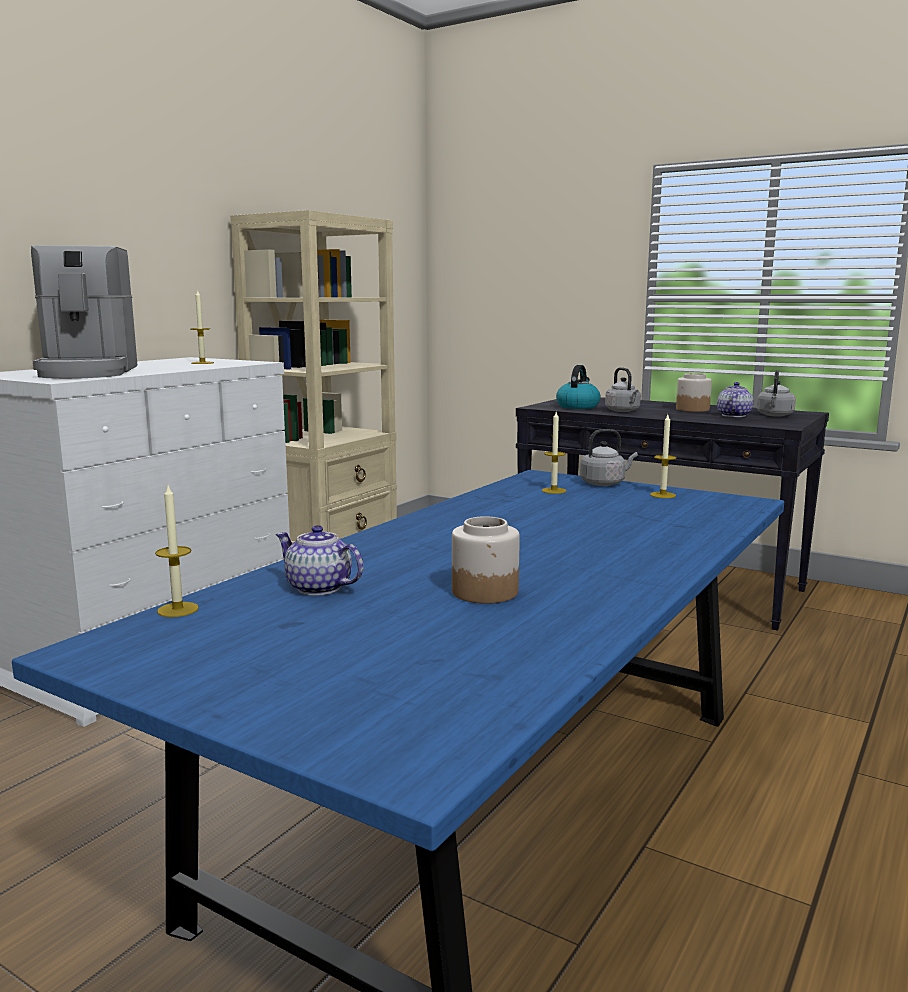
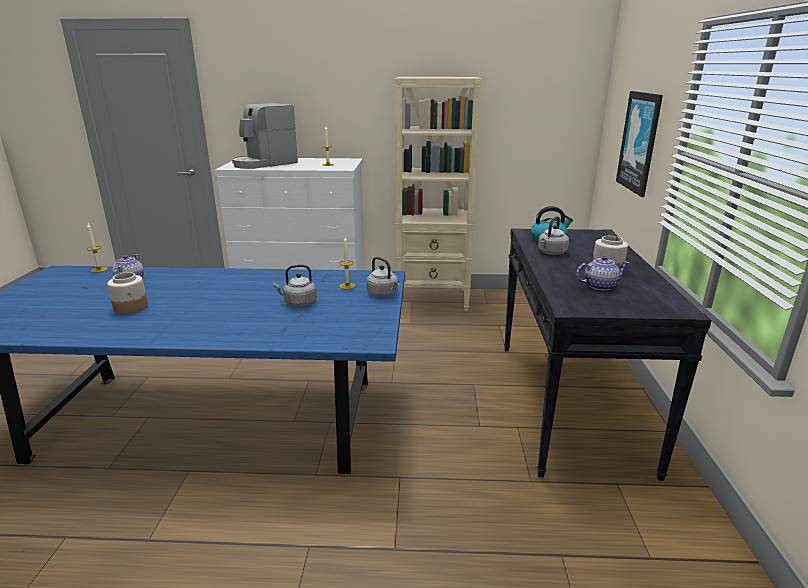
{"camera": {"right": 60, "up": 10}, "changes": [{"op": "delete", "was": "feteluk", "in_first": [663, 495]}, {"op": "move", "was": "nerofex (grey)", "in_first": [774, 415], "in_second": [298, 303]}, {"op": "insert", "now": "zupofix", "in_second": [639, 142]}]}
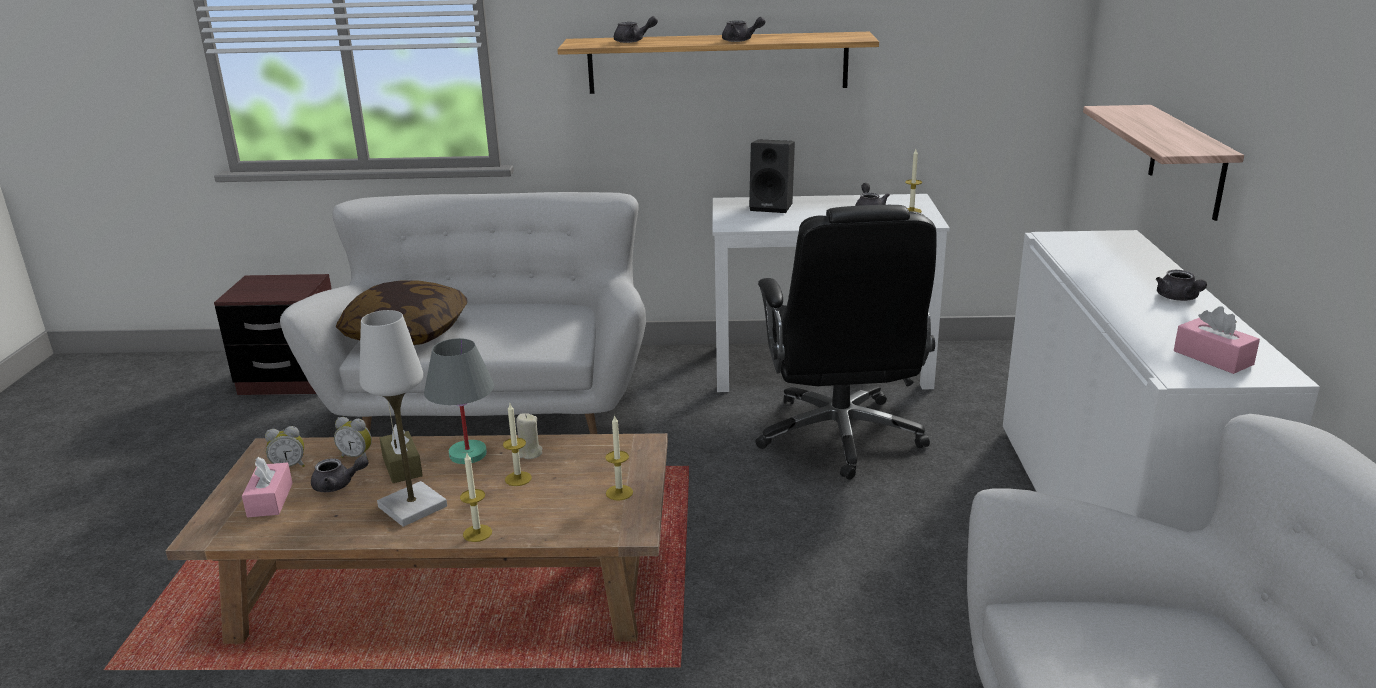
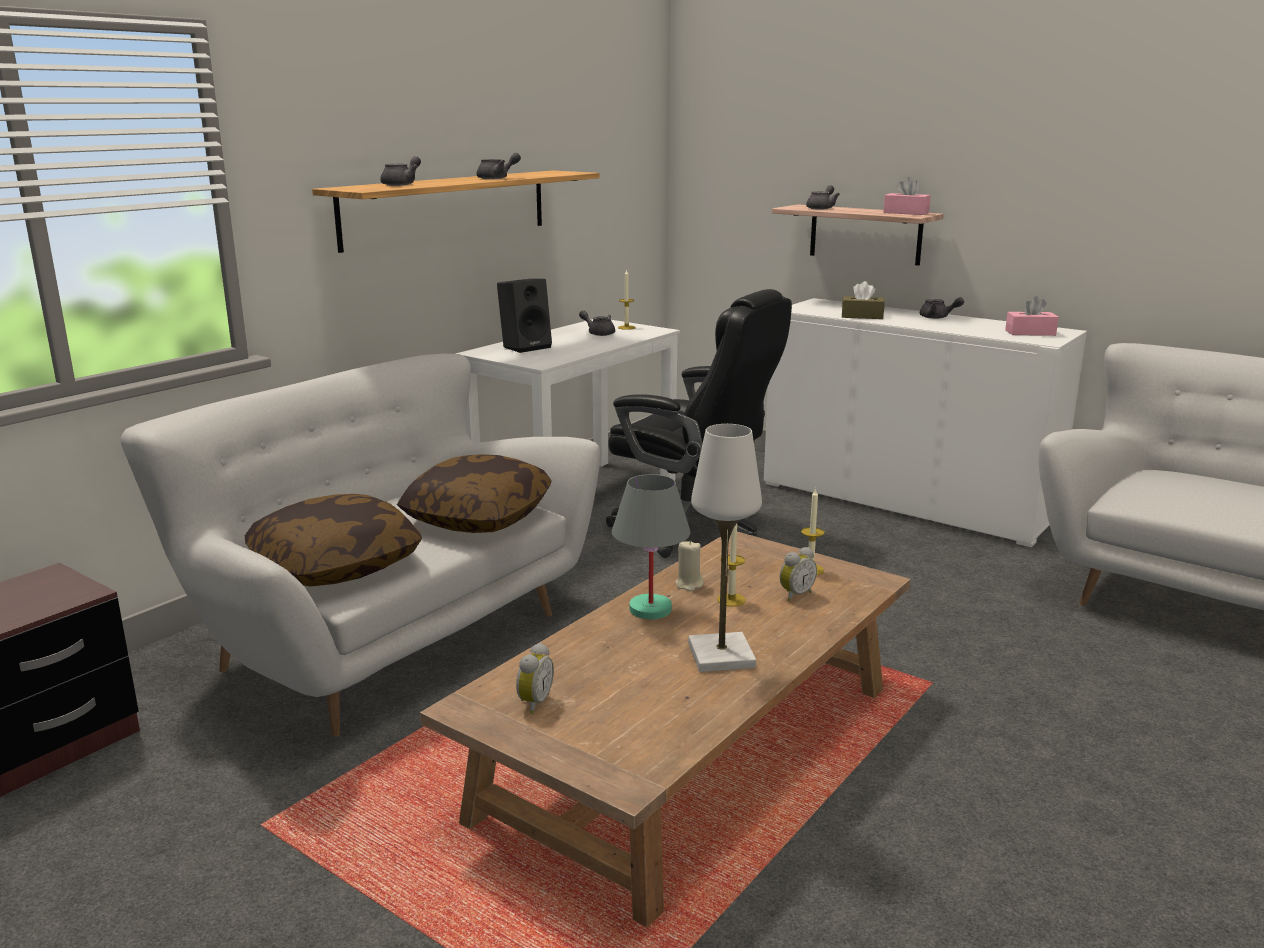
{"camera": {"right": -55, "up": -5}, "changes": [{"op": "move", "was": "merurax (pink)", "in_first": [270, 500], "in_second": [906, 213]}, {"op": "move", "was": "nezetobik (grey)", "in_first": [338, 485], "in_second": [822, 208]}, {"op": "move", "was": "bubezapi", "in_first": [357, 456], "in_second": [795, 594]}, {"op": "move", "was": "merurax (brown)", "in_first": [402, 467], "in_second": [862, 316]}, {"op": "delete", "was": "feteluk", "in_first": [477, 533]}, {"op": "insert", "now": "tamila", "in_second": [478, 517]}]}
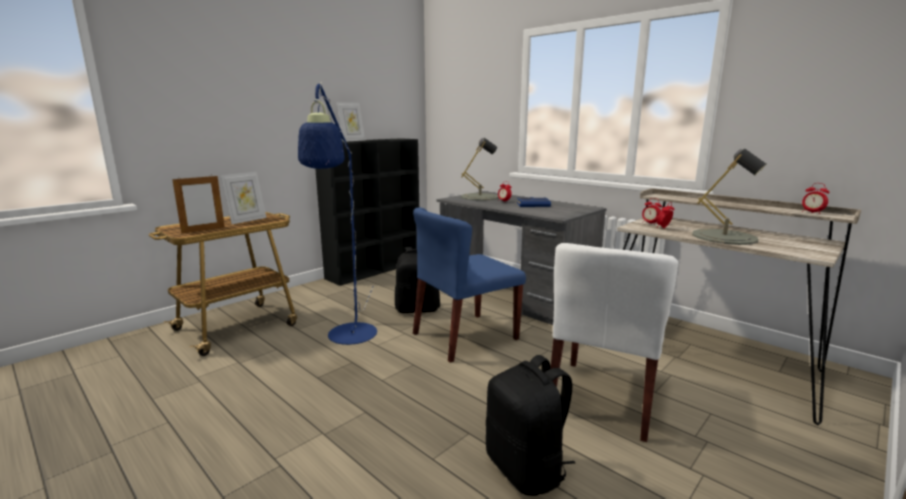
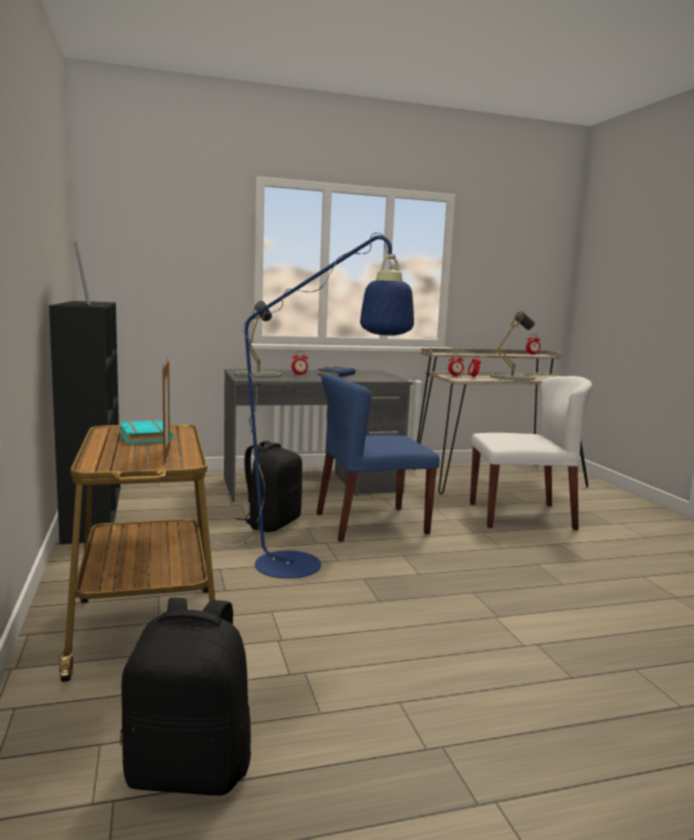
{"camera": {"right": -60, "up": -5}, "changes": [{"op": "replace", "was": "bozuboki", "now": "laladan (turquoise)", "in_first": [247, 220], "in_second": [143, 437]}, {"op": "rotate", "was": "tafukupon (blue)", "in_first": [464, 336], "in_second": [370, 523], "clockwise": 75}, {"op": "move", "was": "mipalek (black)", "in_first": [526, 469], "in_second": [190, 770]}, {"op": "rotate", "was": "tafukupon (white)", "in_first": [603, 398], "in_second": [522, 516], "clockwise": -60}]}
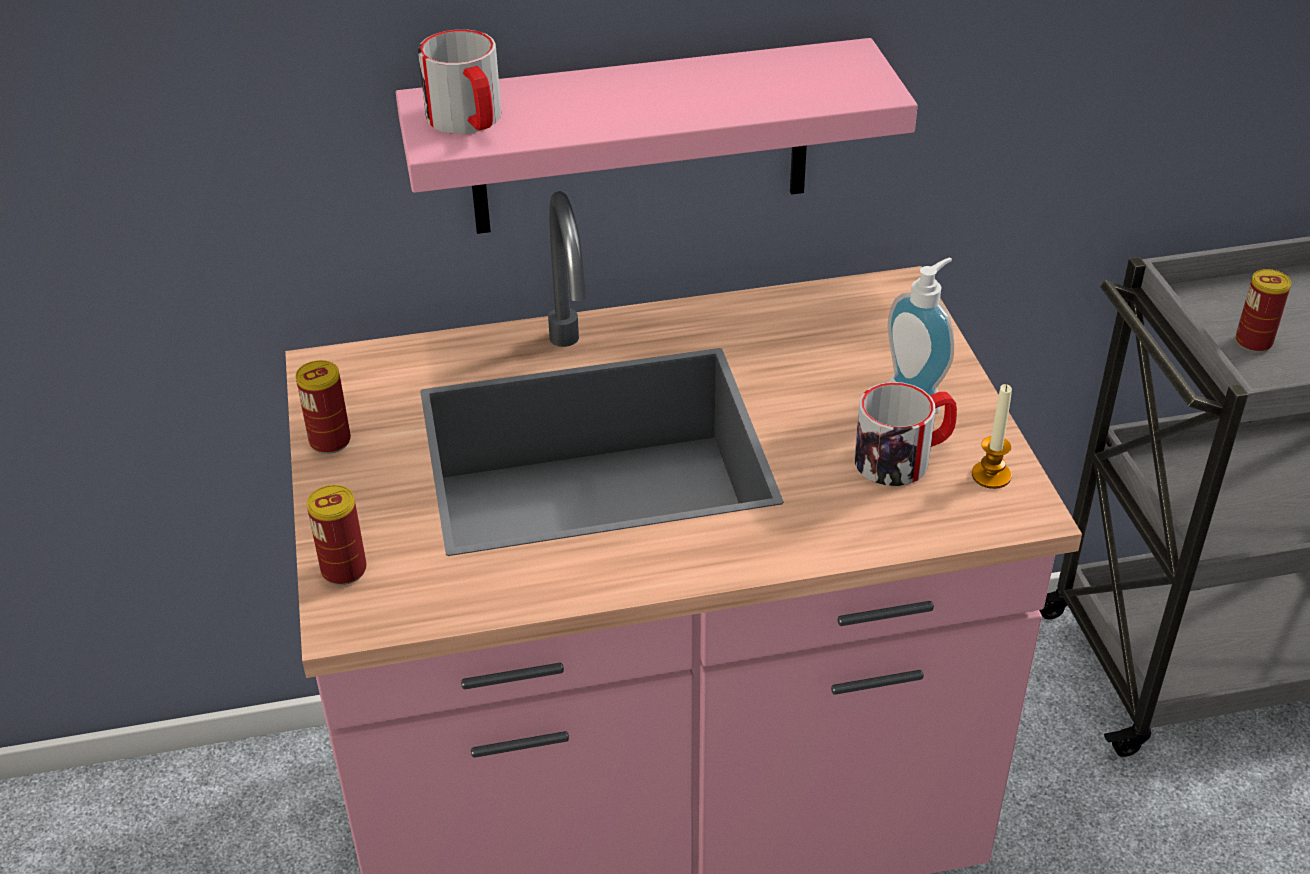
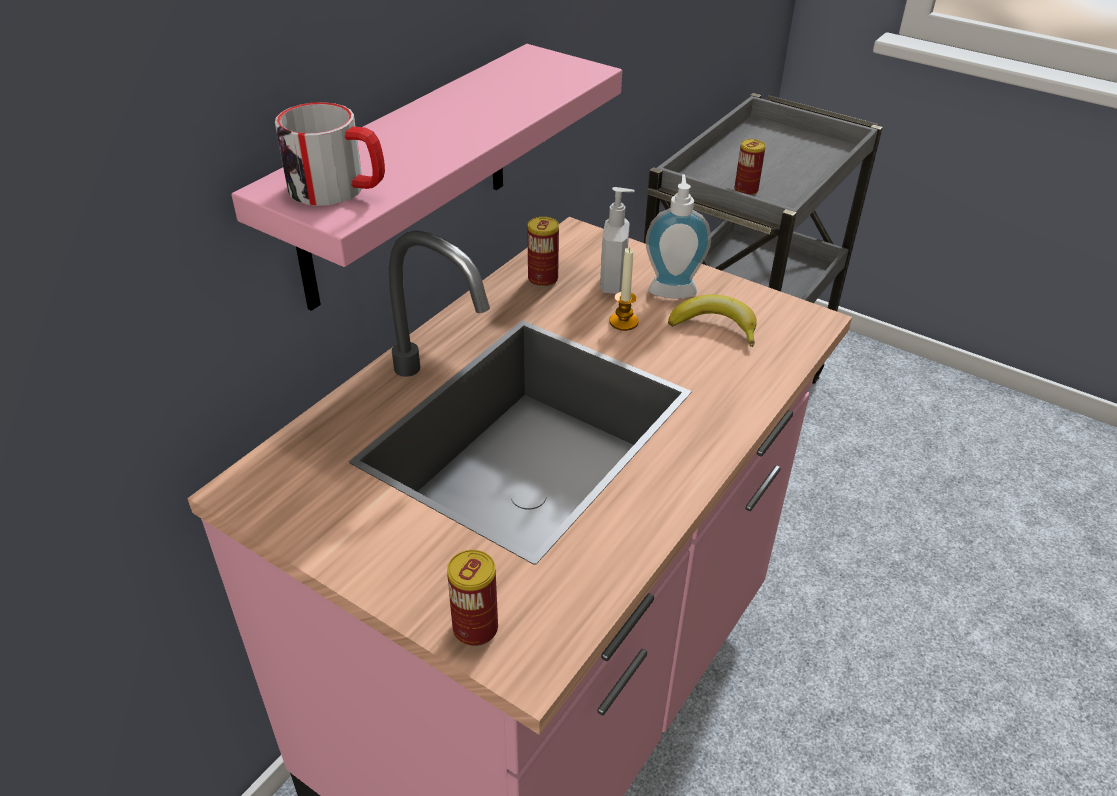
{"camera": {"right": -45, "up": 0}, "changes": [{"op": "move", "was": "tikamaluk", "in_first": [330, 441], "in_second": [543, 279]}, {"op": "replace", "was": "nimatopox", "now": "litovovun", "in_first": [904, 457], "in_second": [715, 326]}, {"op": "move", "was": "feteluk", "in_first": [991, 475], "in_second": [623, 322]}, {"op": "insert", "now": "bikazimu", "in_second": [614, 284]}]}
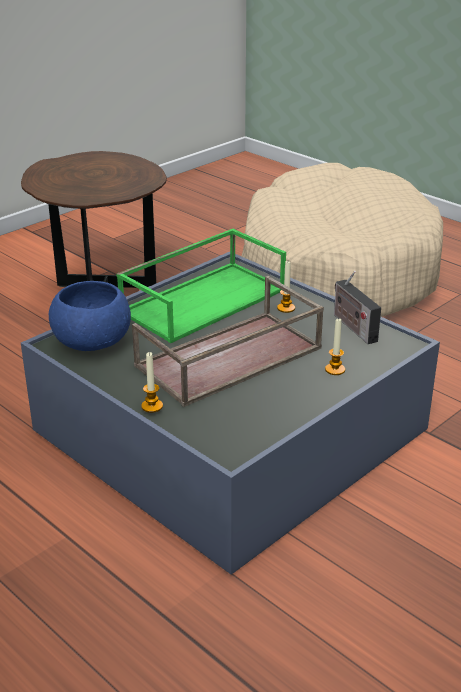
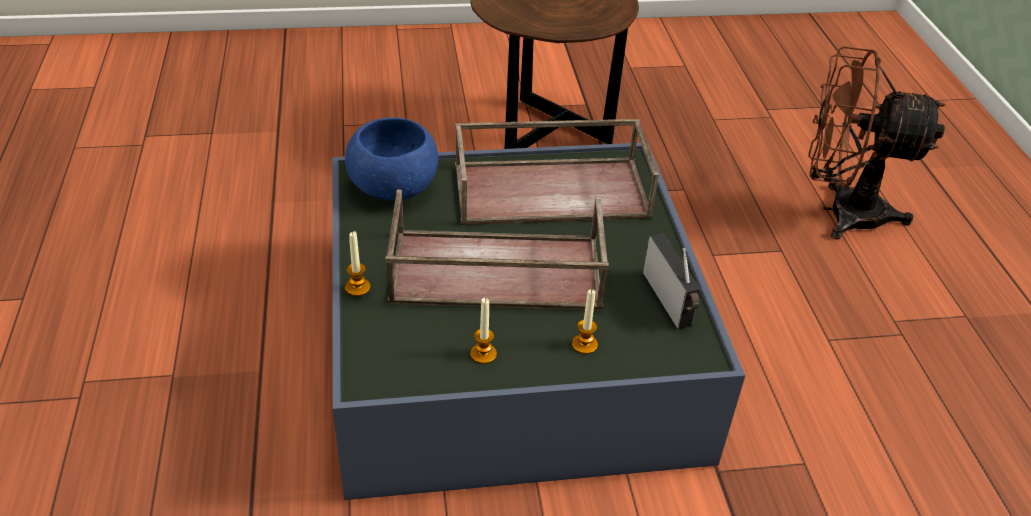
{"camera": {"right": 35, "up": 10}, "changes": [{"op": "recolor", "was": "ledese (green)", "now": "ledese (brown)", "in_first": [204, 300], "in_second": [552, 190]}, {"op": "replace", "was": "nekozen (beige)", "now": "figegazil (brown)", "in_first": [338, 269], "in_second": [840, 212]}, {"op": "move", "was": "feteluk", "in_first": [286, 308], "in_second": [483, 354]}, {"op": "rotate", "was": "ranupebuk", "in_first": [352, 326], "in_second": [670, 301], "clockwise": 150}]}
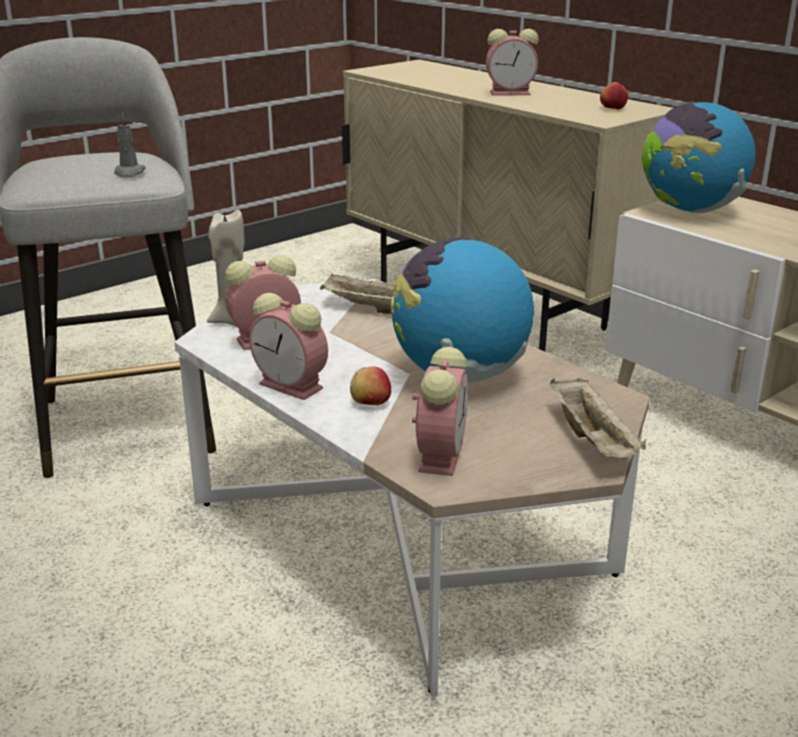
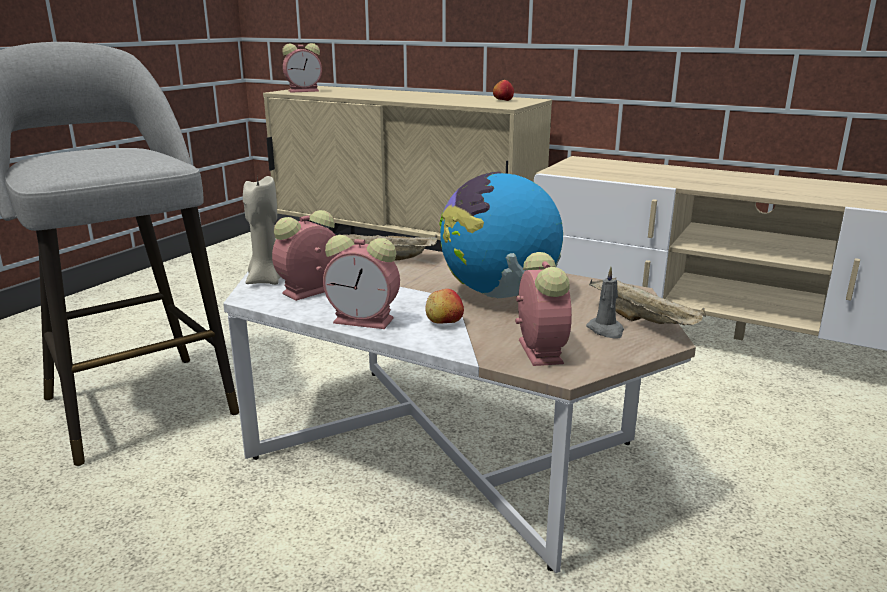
{"camera": {"right": -20, "up": -5}, "changes": [{"op": "move", "was": "feteluk (grey)", "in_first": [129, 173], "in_second": [606, 330]}, {"op": "move", "was": "bubezapi", "in_first": [511, 93], "in_second": [304, 91]}, {"op": "delete", "was": "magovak", "in_first": [690, 210]}]}
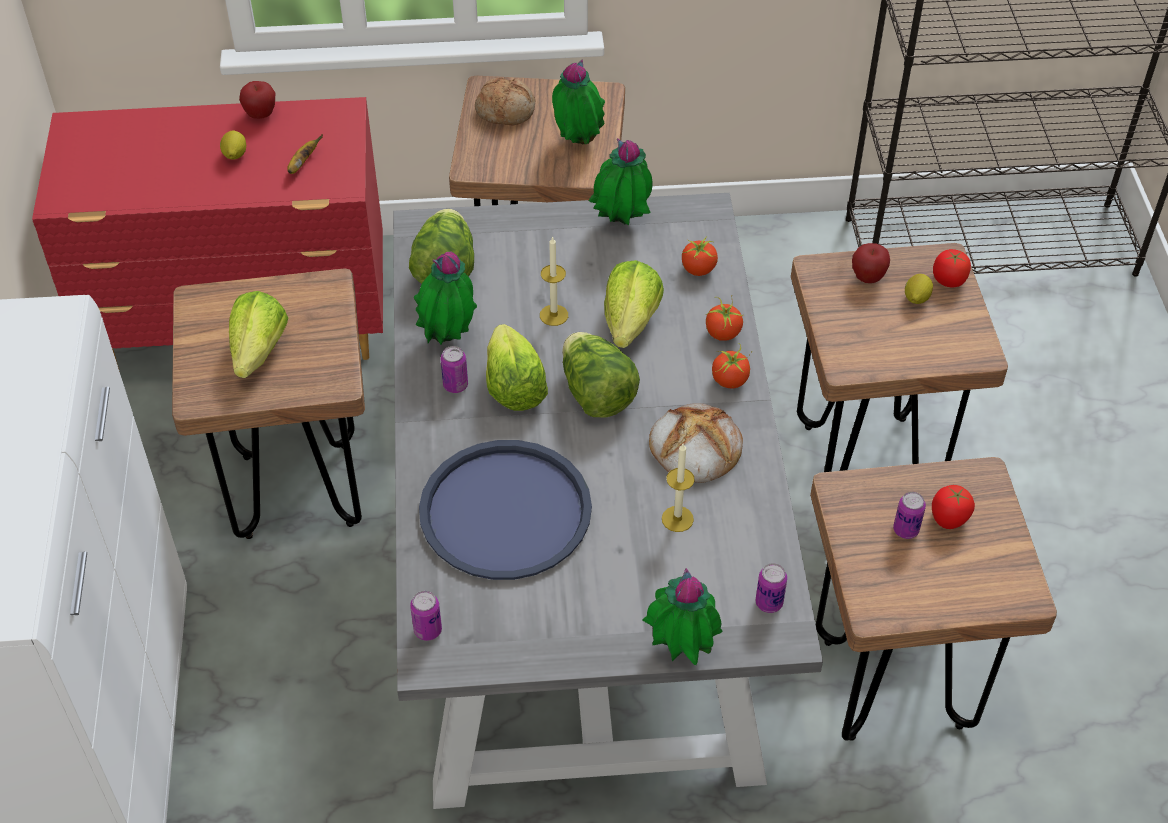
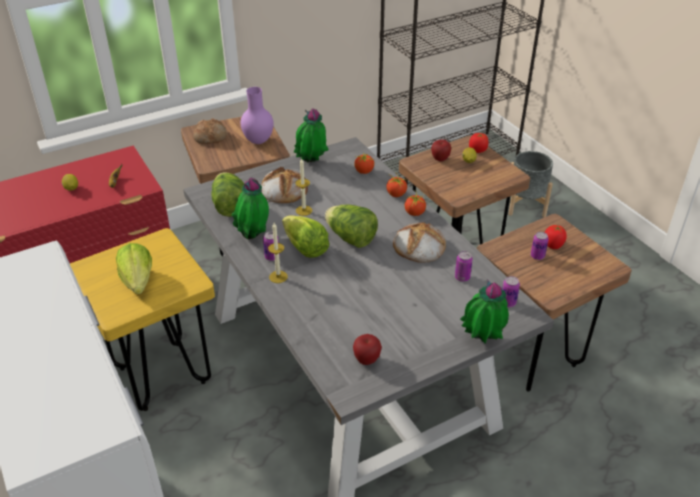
{"camera": {"right": -25, "up": -10}, "changes": [{"op": "recolor", "was": "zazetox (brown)", "now": "zazetox (yellow)", "in_first": [297, 490], "in_second": [162, 375]}, {"op": "move", "was": "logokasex", "in_first": [260, 115], "in_second": [366, 360]}, {"op": "move", "was": "tikamaluk", "in_first": [428, 630], "in_second": [462, 277]}, {"op": "delete", "was": "ledese (blue)", "in_first": [506, 511]}, {"op": "replace", "was": "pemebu", "now": "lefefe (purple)", "in_first": [577, 142], "in_second": [257, 141]}, {"op": "delete", "was": "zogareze", "in_first": [630, 322]}, {"op": "move", "was": "feteluk", "in_first": [677, 519], "in_second": [278, 277]}, {"op": "insert", "now": "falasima", "in_second": [283, 189]}, {"op": "insert", "now": "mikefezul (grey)", "in_second": [525, 205]}]}
